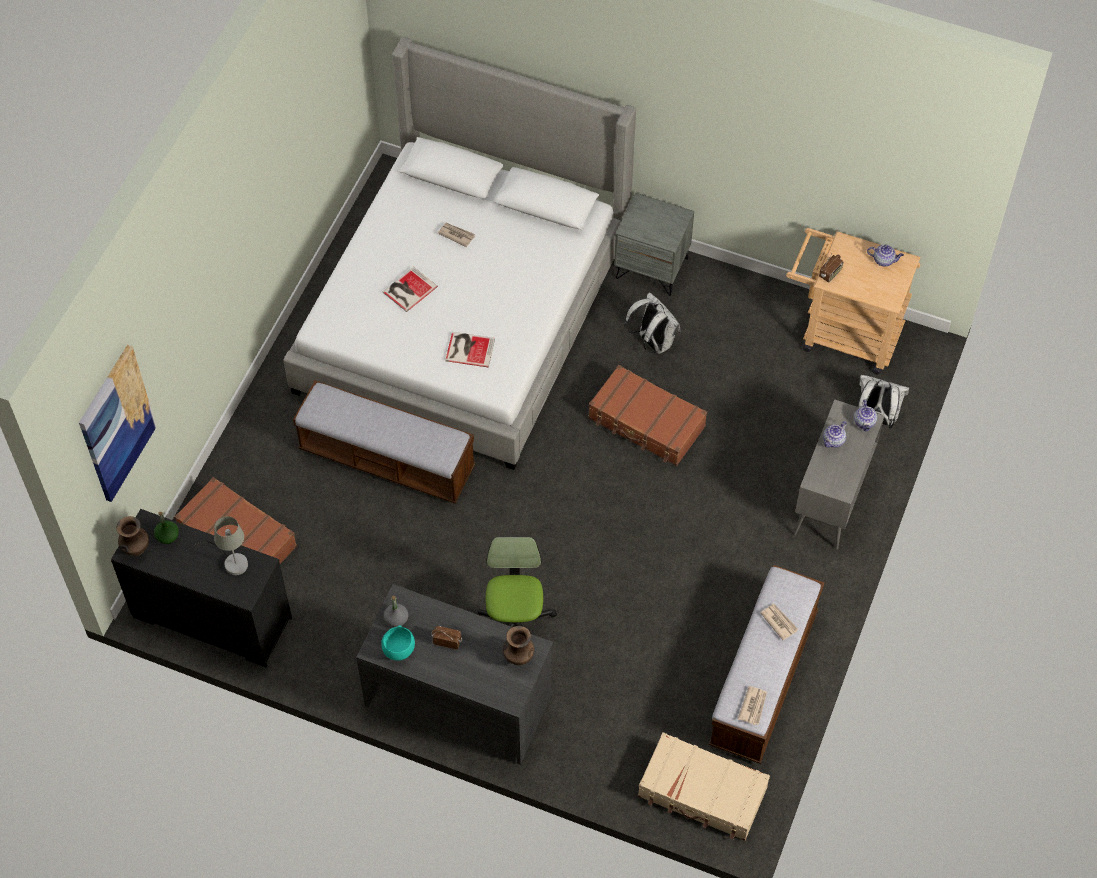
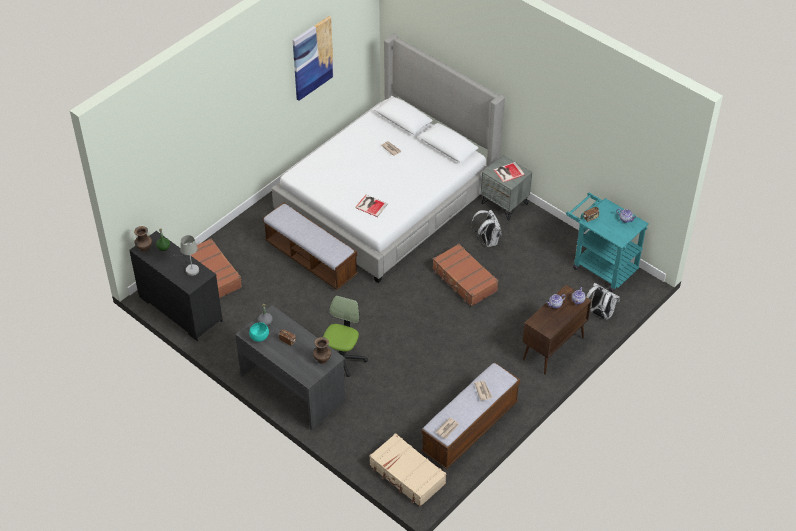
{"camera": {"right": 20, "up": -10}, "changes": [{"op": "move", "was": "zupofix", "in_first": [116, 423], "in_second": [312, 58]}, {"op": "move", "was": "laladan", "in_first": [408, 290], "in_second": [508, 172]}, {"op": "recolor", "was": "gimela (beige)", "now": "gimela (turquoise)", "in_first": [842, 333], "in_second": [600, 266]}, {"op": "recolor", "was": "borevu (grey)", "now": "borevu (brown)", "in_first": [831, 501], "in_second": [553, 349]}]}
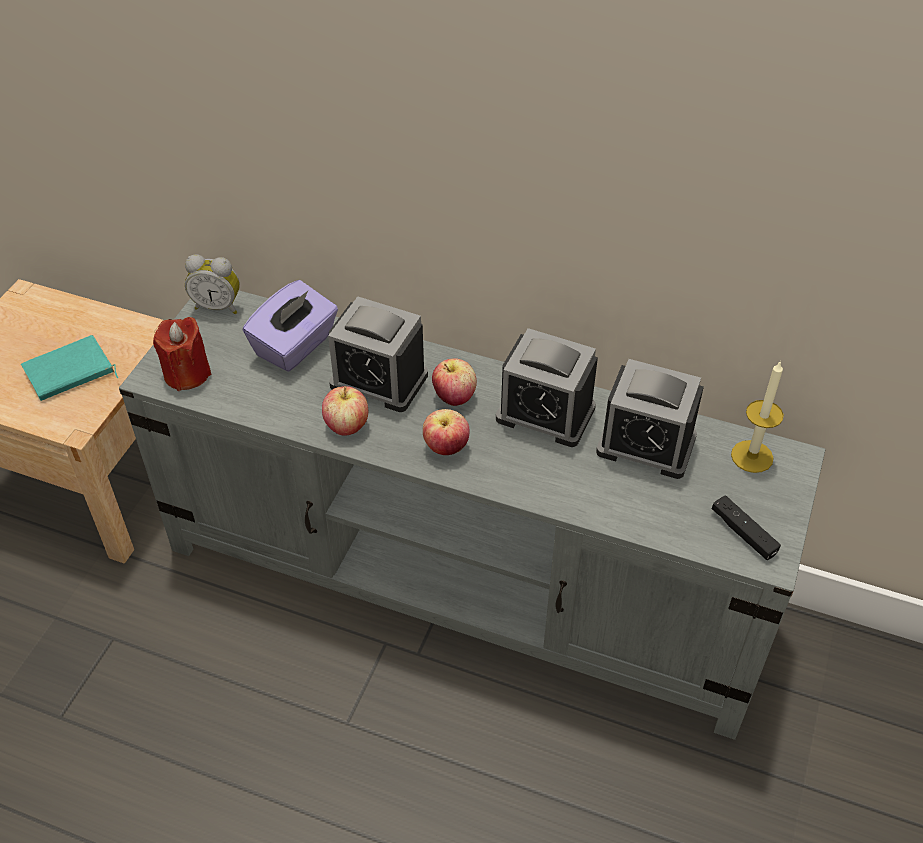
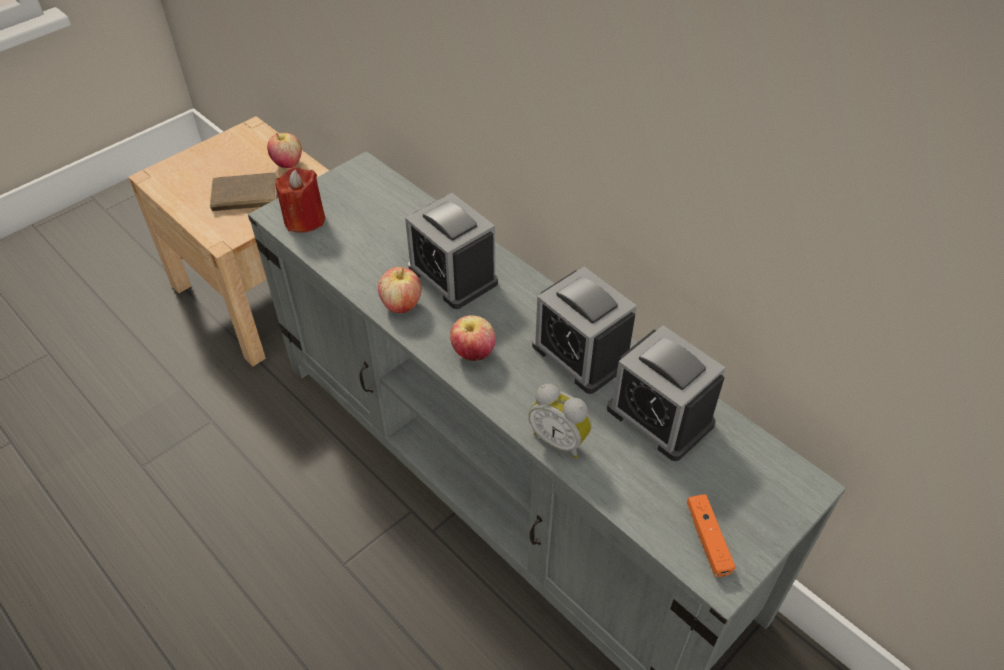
{"camera": {"right": 25, "up": 0}, "changes": [{"op": "recolor", "was": "laladan (turquoise)", "now": "laladan (brown)", "in_first": [70, 373], "in_second": [245, 197]}, {"op": "move", "was": "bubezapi", "in_first": [218, 306], "in_second": [560, 440]}, {"op": "delete", "was": "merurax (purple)", "in_first": [295, 346]}, {"op": "move", "was": "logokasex", "in_first": [454, 397], "in_second": [287, 163]}, {"op": "recolor", "was": "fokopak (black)", "now": "fokopak (orange)", "in_first": [743, 533], "in_second": [708, 539]}, {"op": "delete", "was": "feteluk", "in_first": [752, 456]}]}
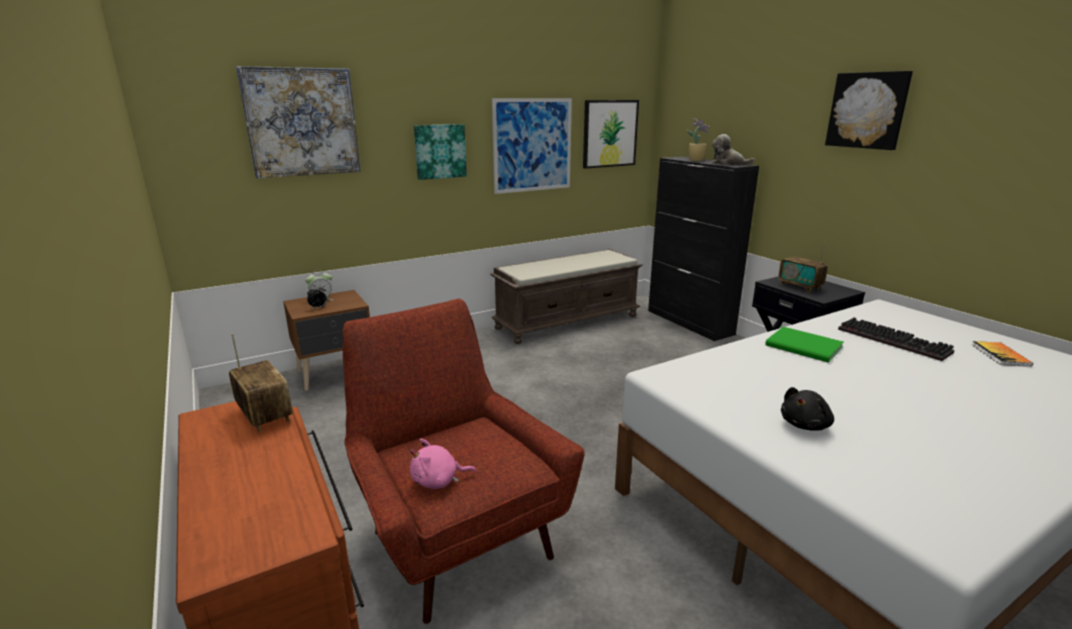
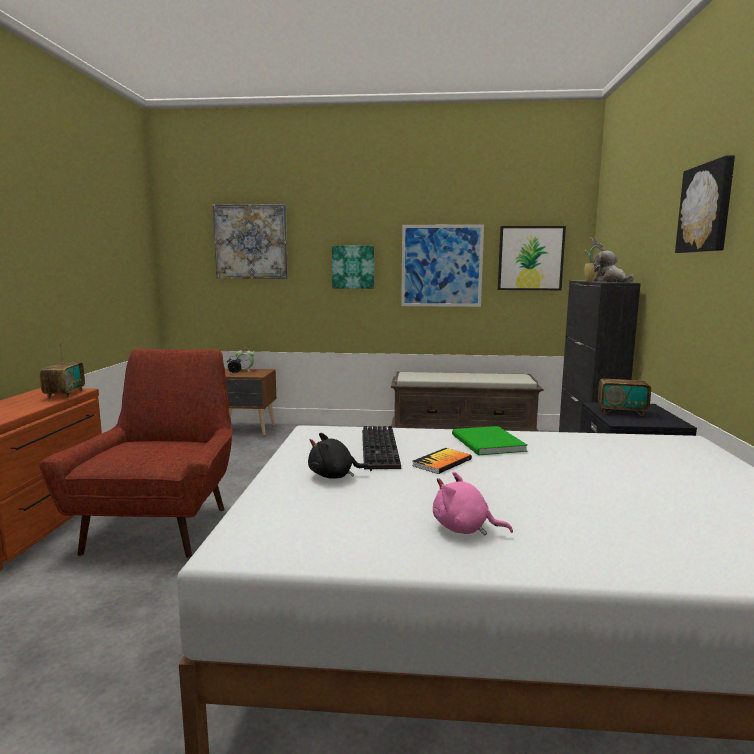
{"camera": {"right": 35, "up": -10}, "changes": [{"op": "move", "was": "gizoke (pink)", "in_first": [438, 481], "in_second": [464, 529]}, {"op": "rotate", "was": "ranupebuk", "in_first": [800, 286], "in_second": [621, 412], "clockwise": -75}, {"op": "move", "was": "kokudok", "in_first": [895, 341], "in_second": [382, 450]}, {"op": "move", "was": "laladan", "in_first": [1000, 355], "in_second": [442, 462]}]}
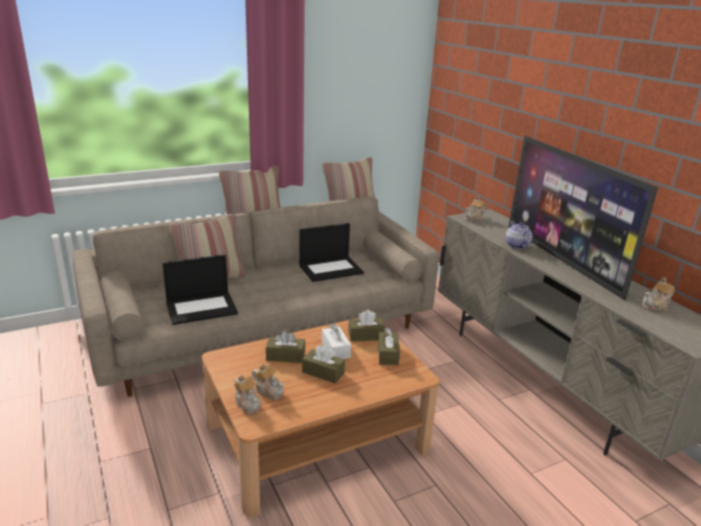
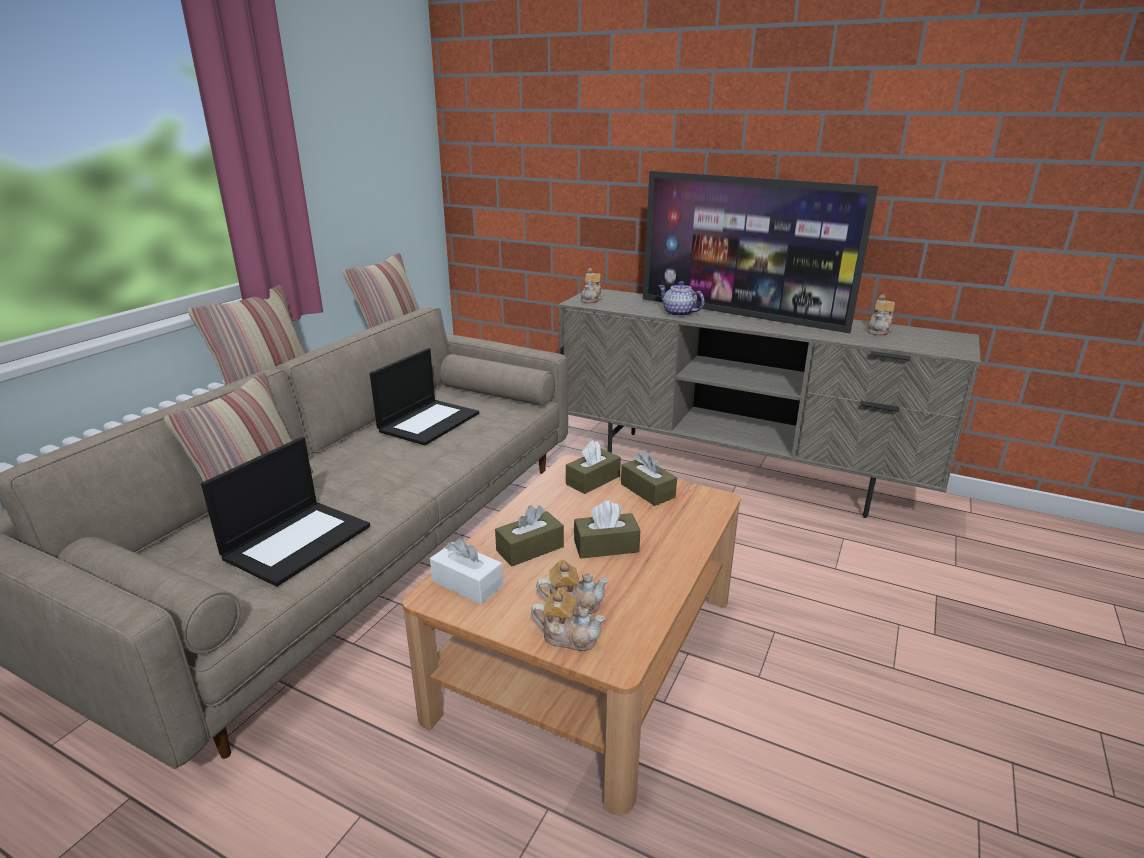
{"camera": {"right": -35, "up": 0}, "changes": [{"op": "move", "was": "merurax (white)", "in_first": [335, 349], "in_second": [467, 583]}]}
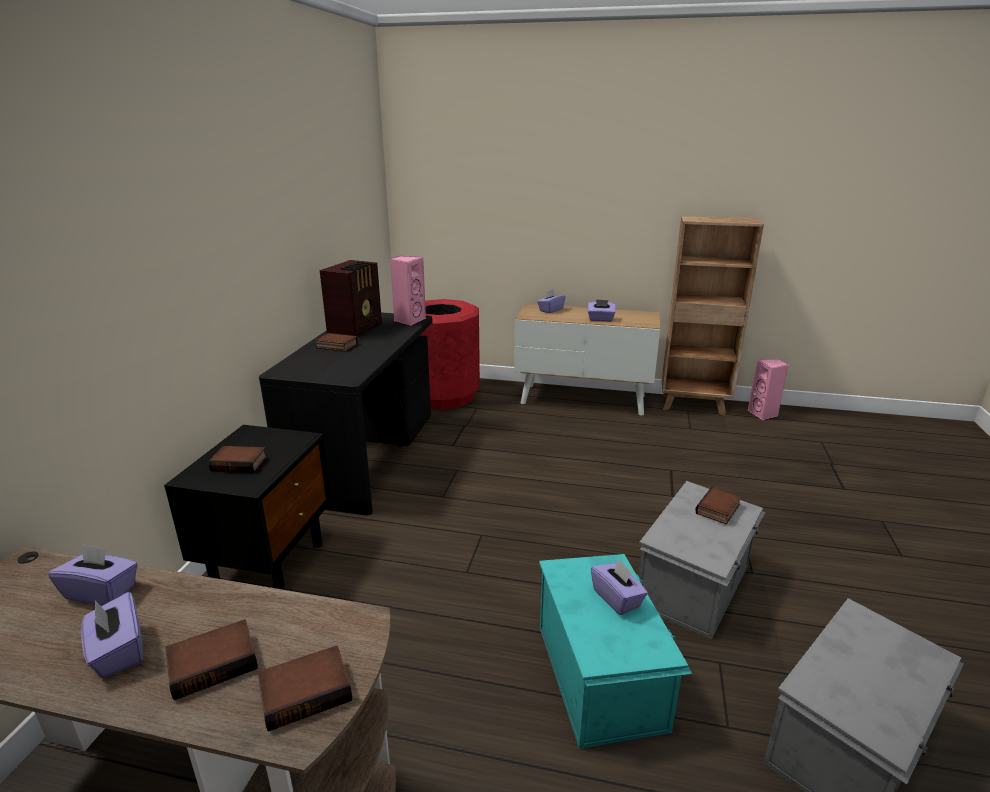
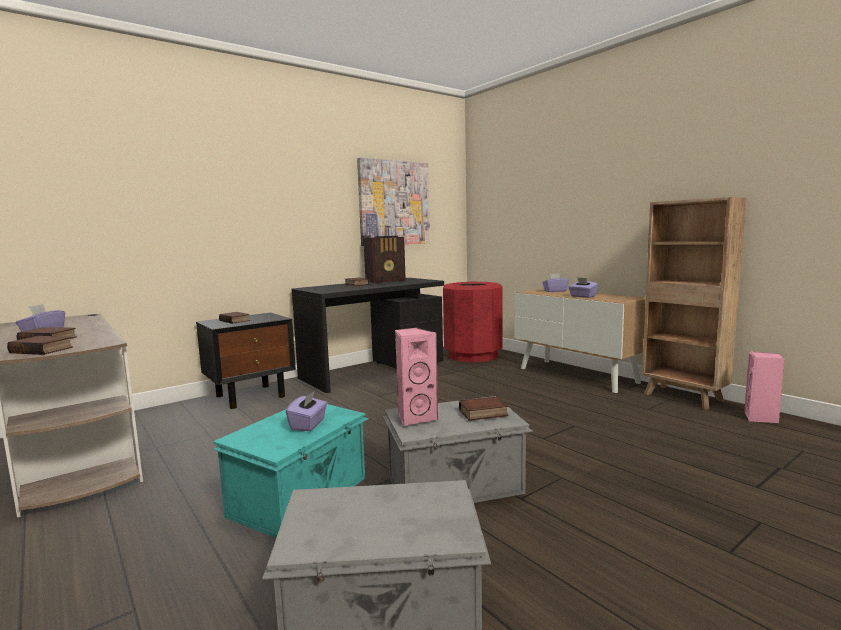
{"camera": {"right": 40, "up": -15}, "changes": [{"op": "delete", "was": "merurax (purple)", "in_first": [102, 592]}, {"op": "move", "was": "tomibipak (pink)", "in_first": [409, 320], "in_second": [415, 417]}, {"op": "insert", "now": "zupofix", "in_second": [394, 203]}]}
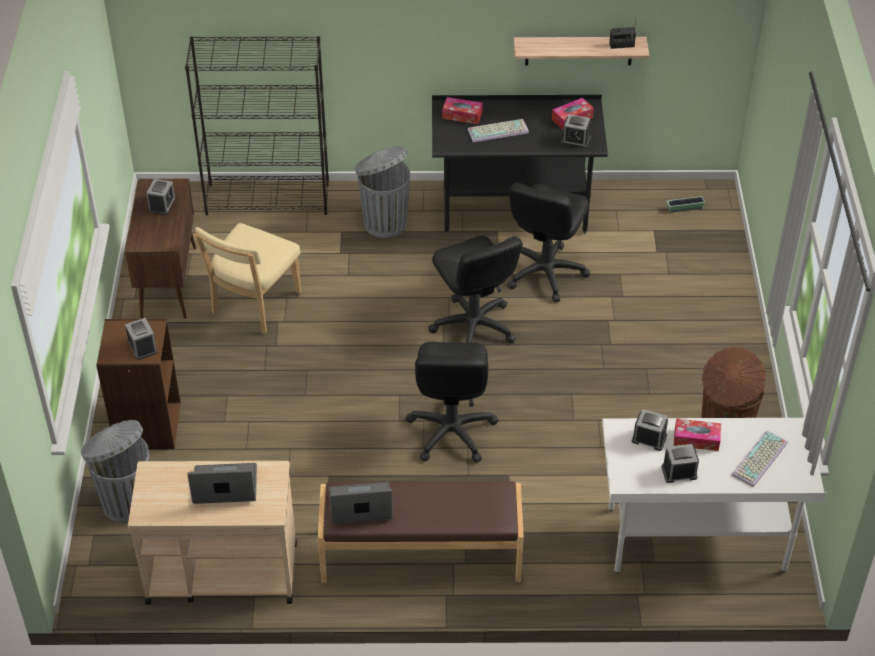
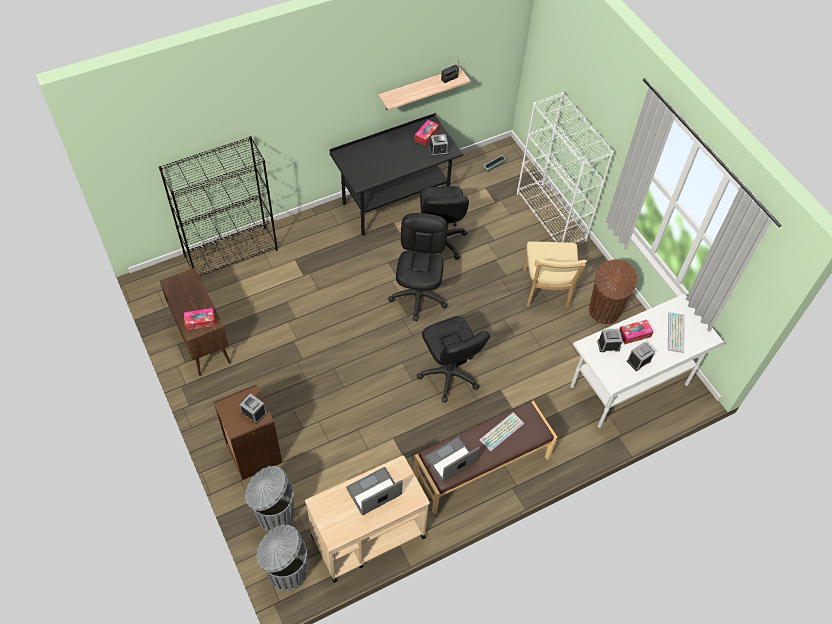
{"camera": {"right": -30, "up": 10}, "changes": [{"op": "delete", "was": "bubezapi", "in_first": [162, 205]}, {"op": "move", "was": "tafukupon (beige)", "in_first": [253, 305], "in_second": [546, 291]}, {"op": "move", "was": "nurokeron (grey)", "in_first": [384, 222], "in_second": [286, 572]}, {"op": "rotate", "was": "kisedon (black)", "in_first": [473, 327], "in_second": [418, 296], "clockwise": -120}, {"op": "move", "was": "merurax", "in_first": [462, 115], "in_second": [200, 321]}, {"op": "move", "was": "kokudok", "in_first": [498, 130], "in_second": [501, 431]}, {"op": "insert", "now": "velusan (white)", "in_second": [551, 217]}]}
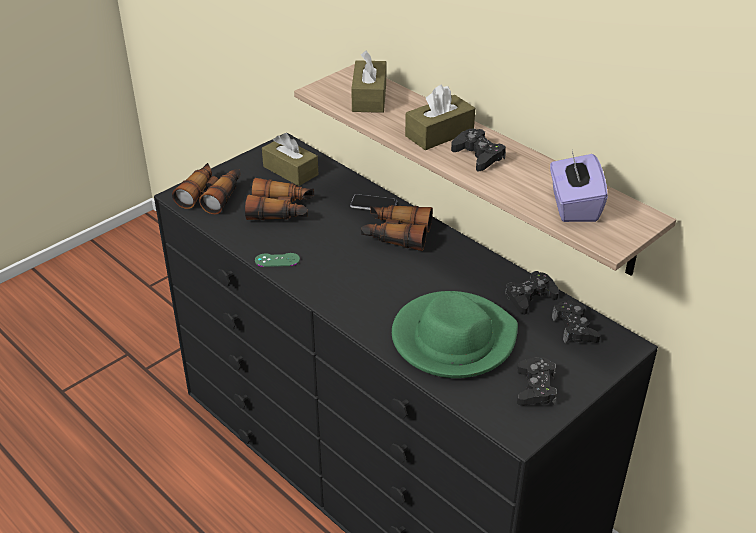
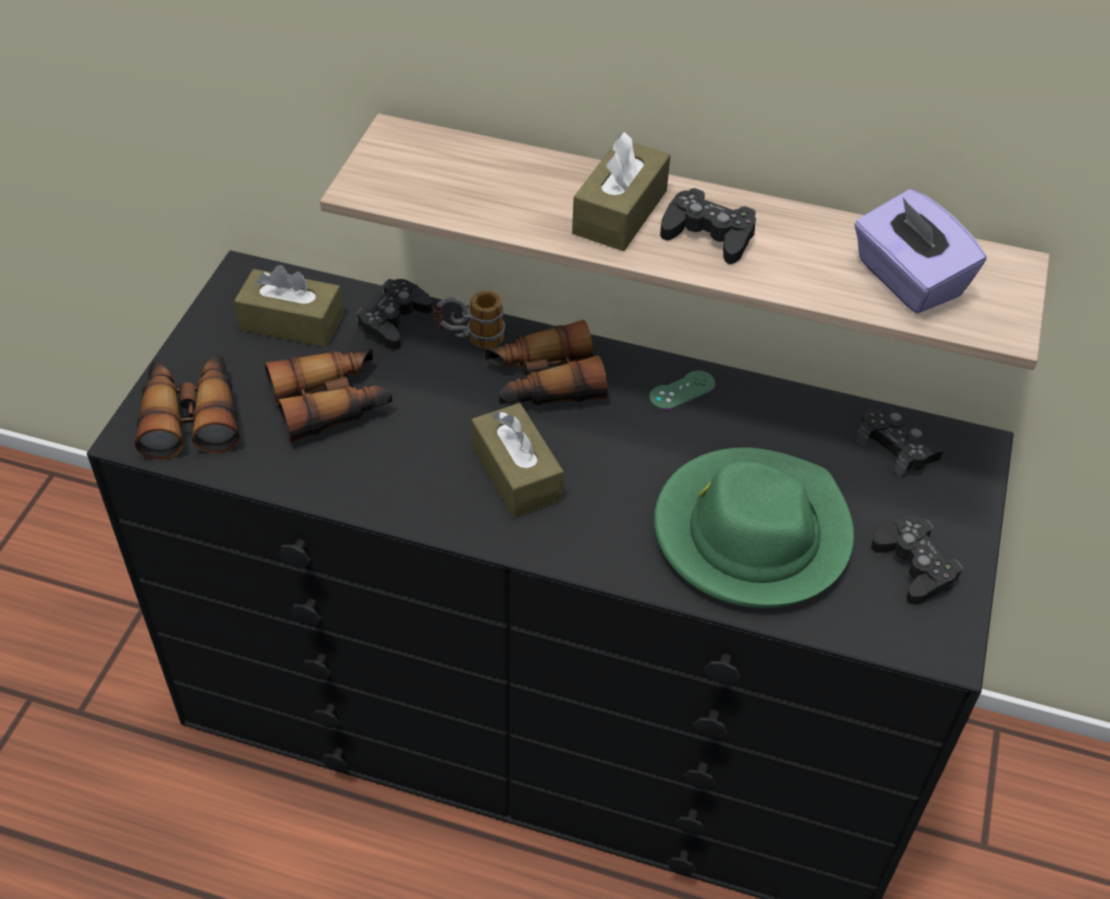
{"camera": {"right": -30, "up": 10}, "changes": [{"op": "move", "was": "fokopak (green)", "in_first": [277, 260], "in_second": [682, 390]}, {"op": "replace", "was": "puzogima", "now": "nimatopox", "in_first": [373, 204], "in_second": [470, 339]}, {"op": "move", "was": "merurax (brown)", "in_first": [369, 97], "in_second": [516, 473]}, {"op": "move", "was": "fokopak (black)", "in_first": [530, 297], "in_second": [394, 321]}]}
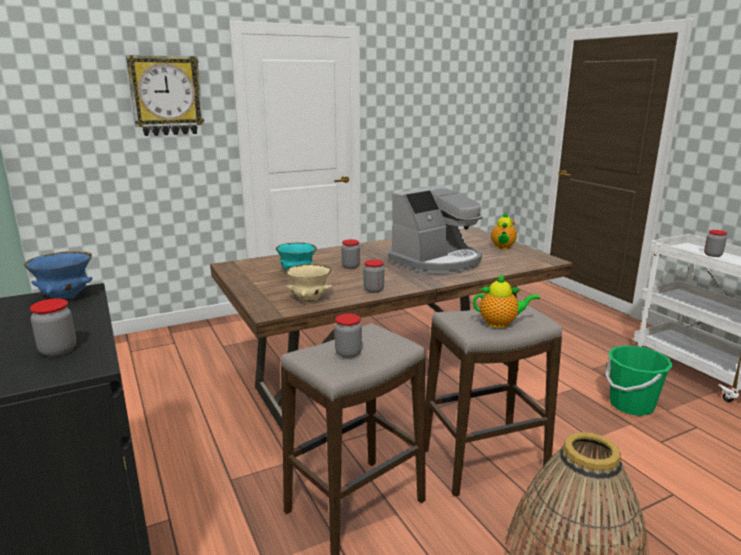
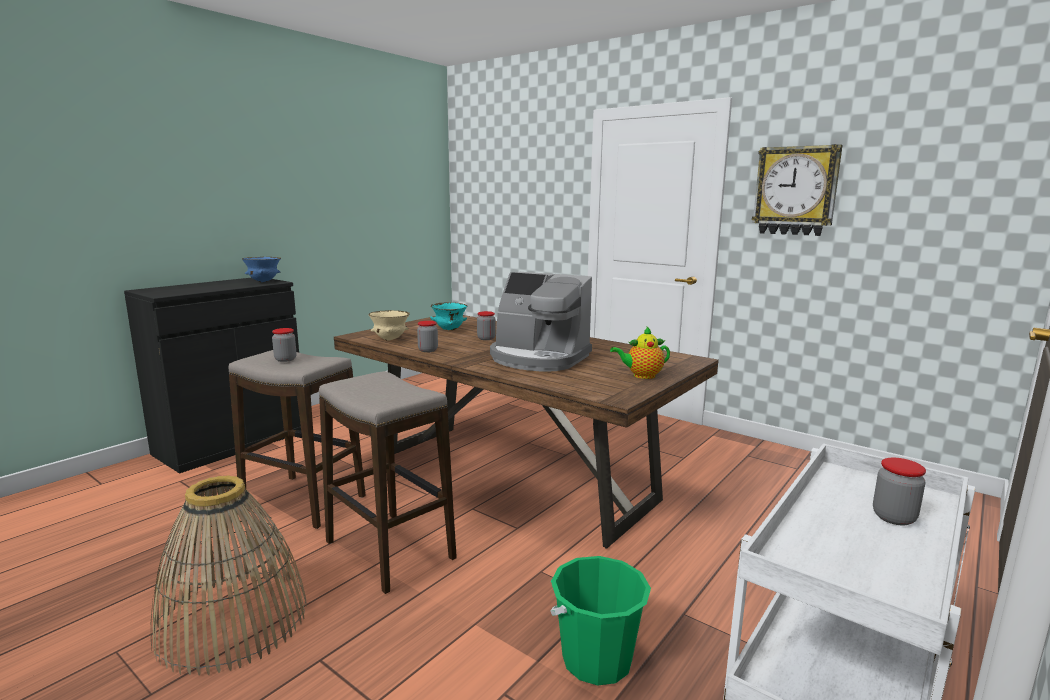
{"camera": {"right": 65, "up": -5}, "changes": [{"op": "delete", "was": "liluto", "in_first": [58, 350]}, {"op": "move", "was": "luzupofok", "in_first": [166, 96], "in_second": [795, 191]}, {"op": "delete", "was": "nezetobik", "in_first": [500, 323]}]}
